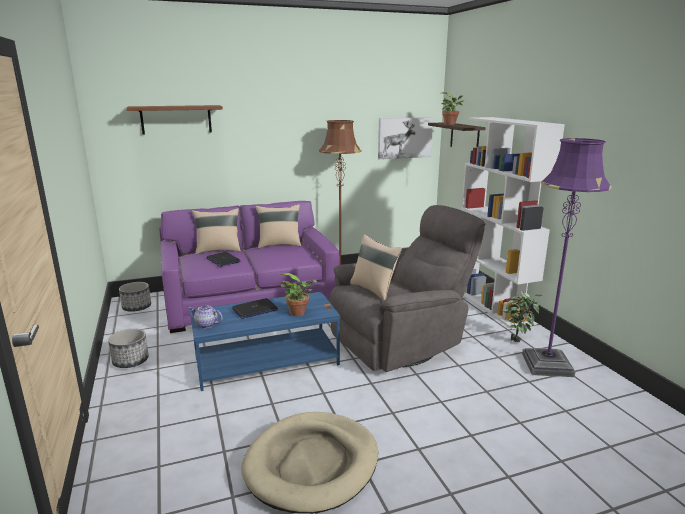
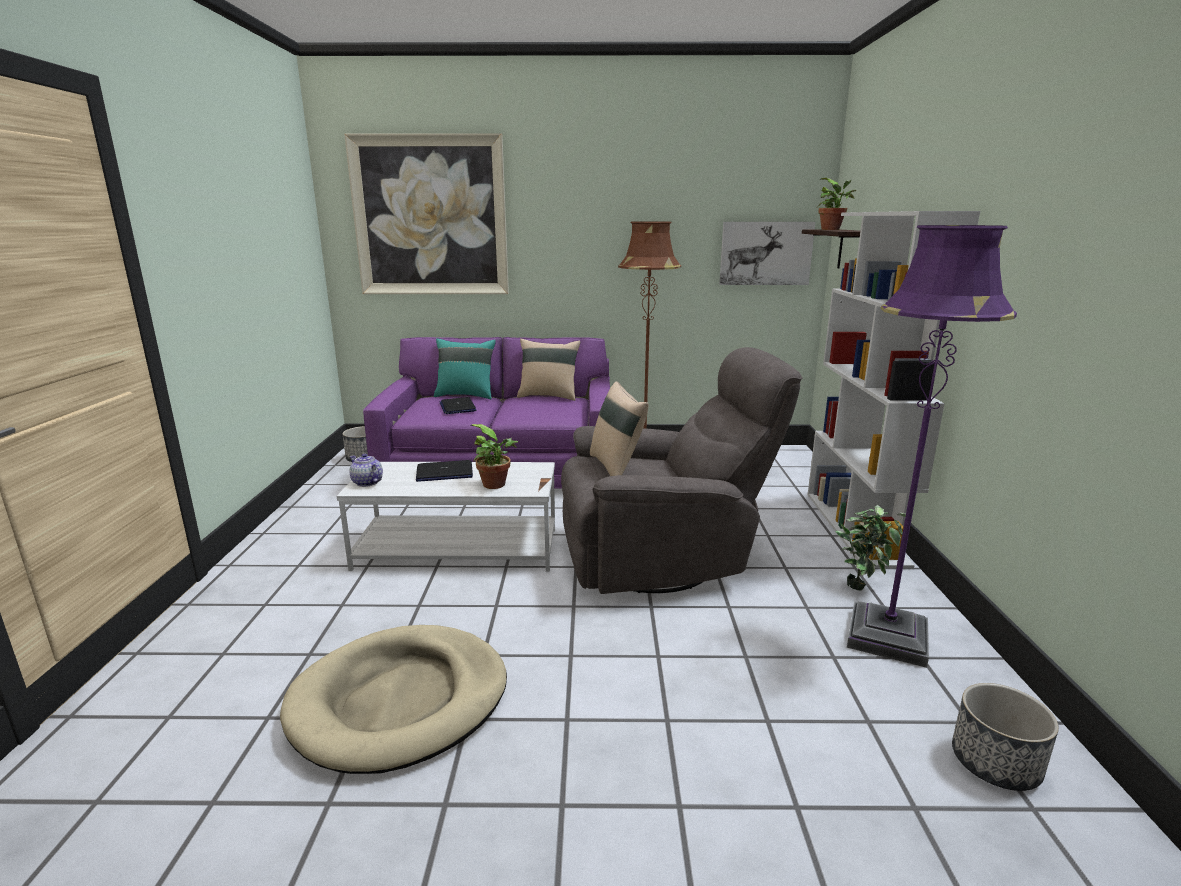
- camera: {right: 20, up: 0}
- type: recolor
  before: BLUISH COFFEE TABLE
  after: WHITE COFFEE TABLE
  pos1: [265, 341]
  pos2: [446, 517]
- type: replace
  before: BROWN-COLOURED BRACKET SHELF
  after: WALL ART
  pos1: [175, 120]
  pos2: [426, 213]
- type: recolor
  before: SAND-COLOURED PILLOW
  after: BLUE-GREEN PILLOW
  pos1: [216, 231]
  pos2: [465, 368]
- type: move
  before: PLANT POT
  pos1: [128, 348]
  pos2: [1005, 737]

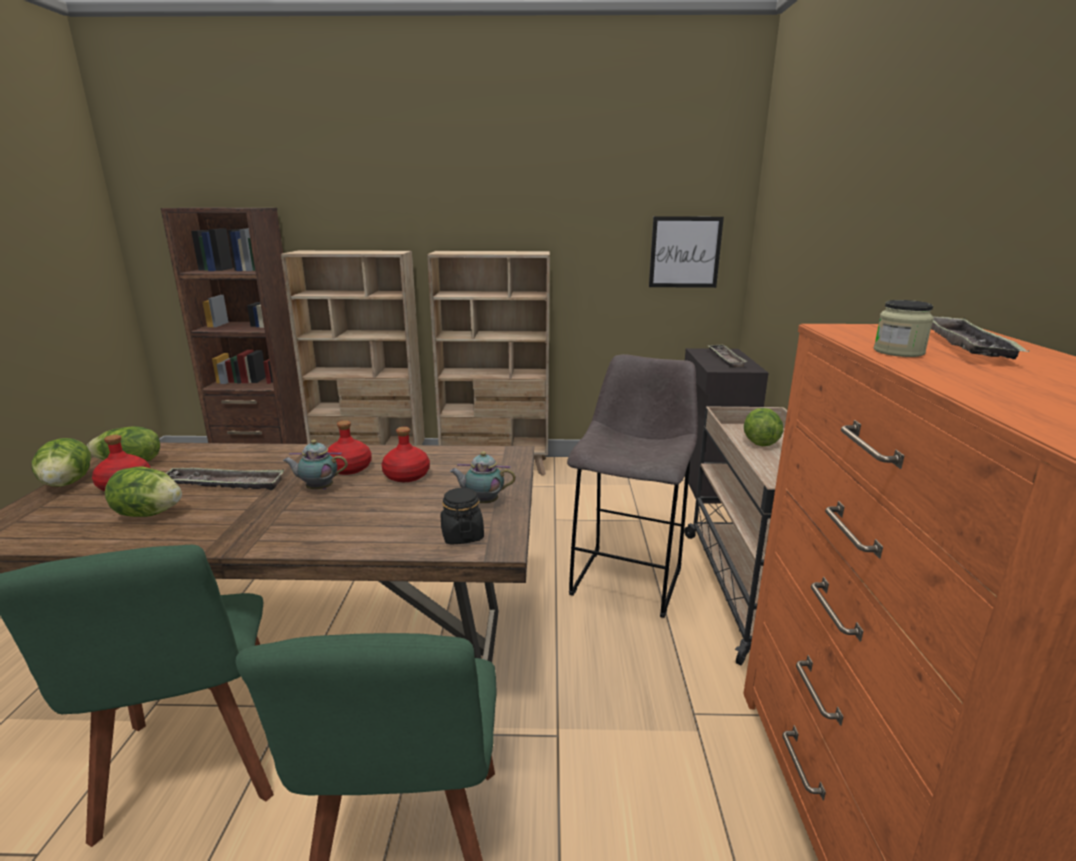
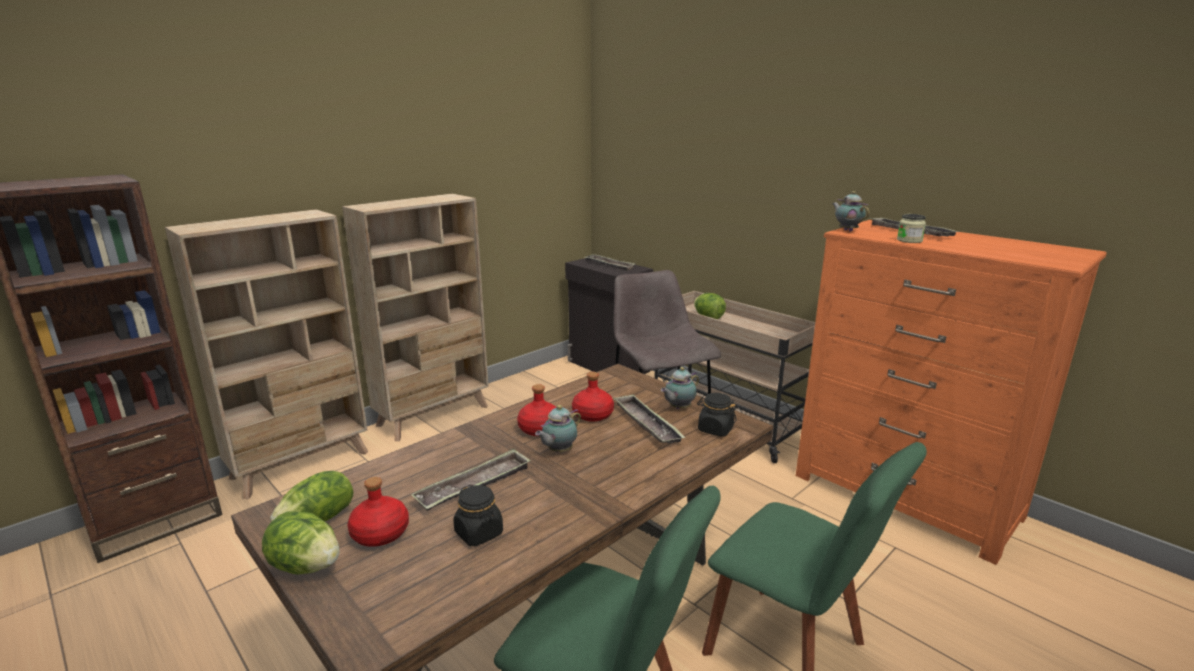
- camera: {right: -45, up: 0}
- type: replace
  before: LETTUCE HEAD
  after: BLACK-COLOURED STORAGE JAR
  pos1: [143, 492]
  pos2: [478, 515]
- type: insert
  after: TRAY
  pos2: [649, 419]
- type: insert
  after: TEA POT
  pos2: [851, 211]
- type: delete
  before: WALL ART
  pos1: [686, 252]

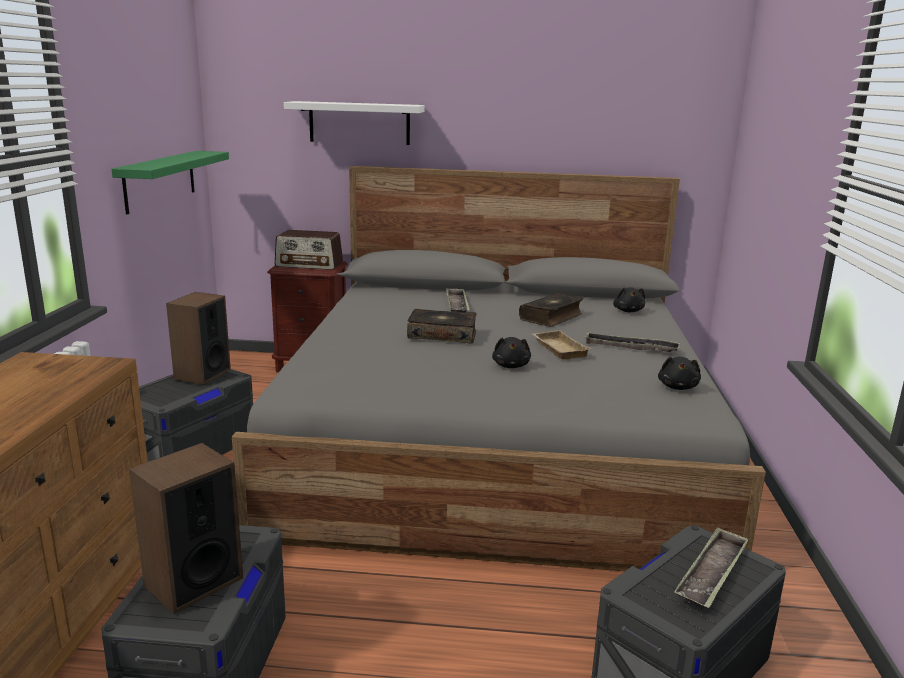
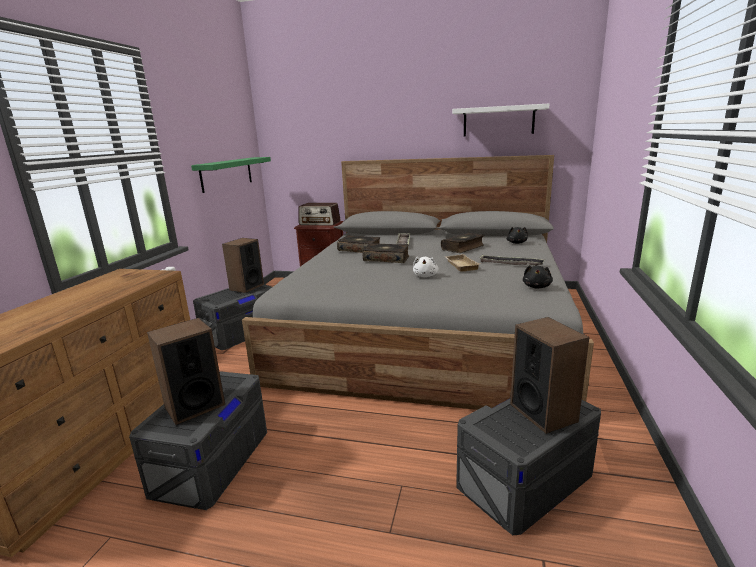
- camera: {right: 10, up: 0}
- type: insert
  after: BOOK
  pos2: [358, 244]
- type: recolor
  before: BLACK-COLOURED PLUSH TOY
  after: WHITE PLUSH TOY
  pos1: [511, 352]
  pos2: [425, 267]
- type: move
  before: WHITE BRACKET SHELF
  pos1: [354, 123]
  pos2: [500, 120]
- type: replace
  before: TRAY
  after: LOUDSPEAKER
  pos1: [711, 568]
  pos2: [549, 375]

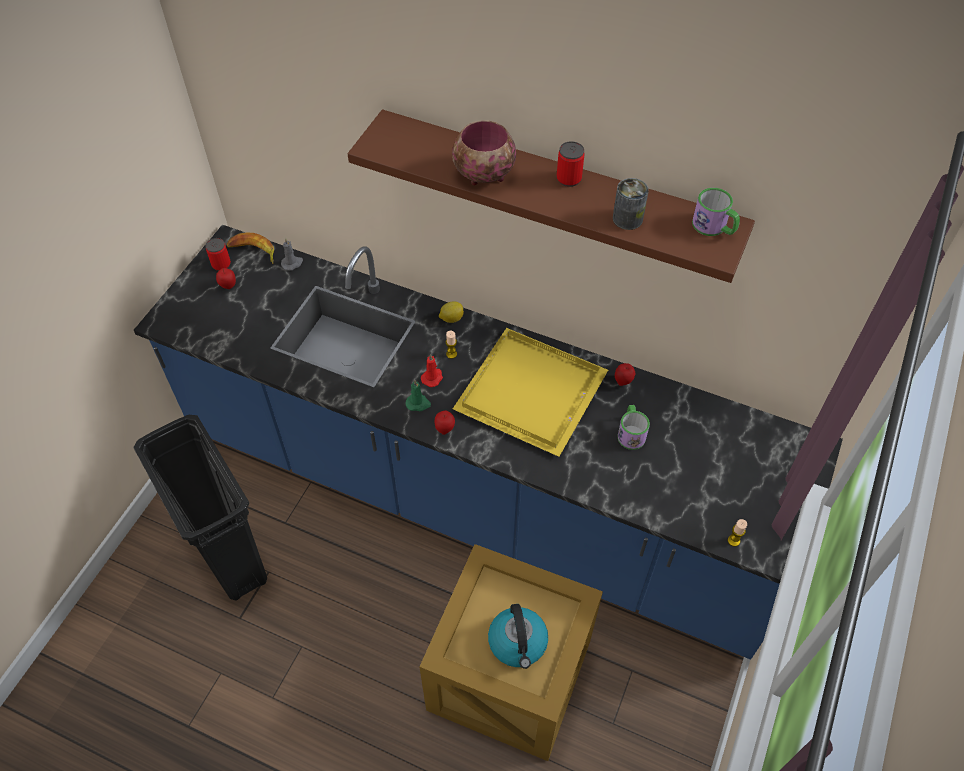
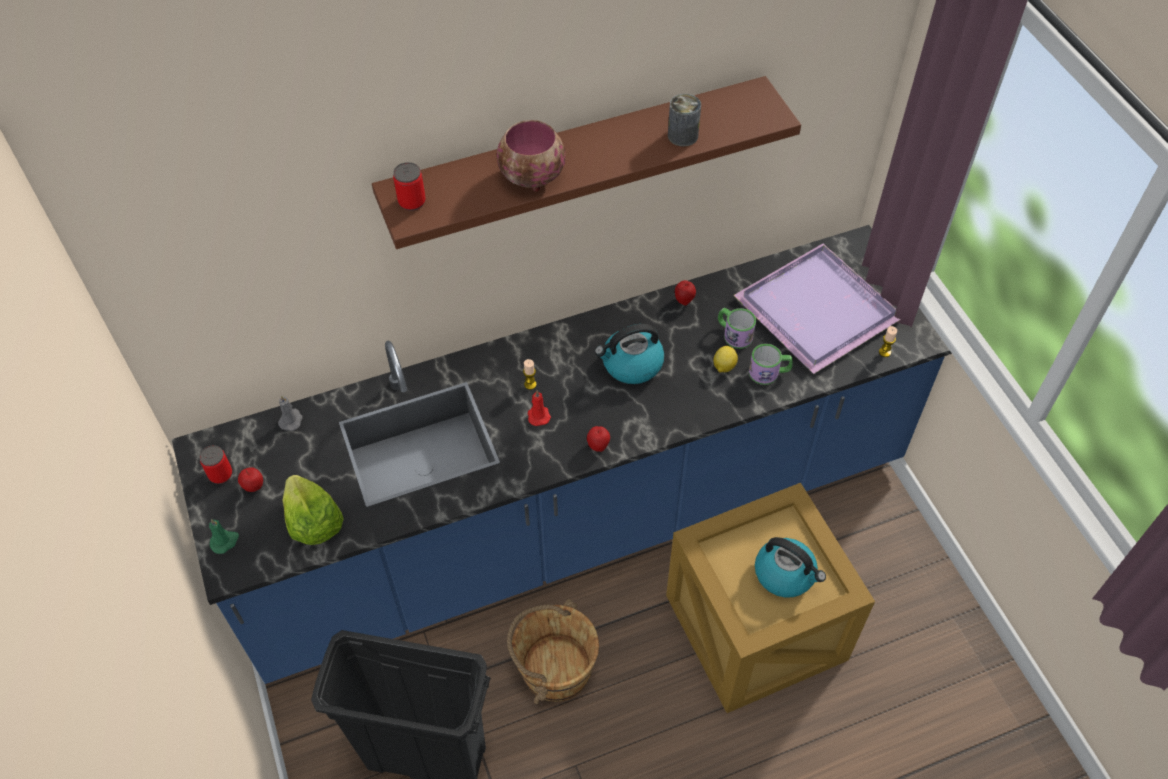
- camera: {right: -45, up: 0}
- type: move
  before: GREEN-COLOURED WAX CANDLE
  pos1: [418, 395]
  pos2: [224, 536]
- type: insert
  after: LETTUCE HEAD
  pos2: [313, 510]
- type: move
  before: METAL CAN
  pos1: [571, 164]
  pos2: [409, 186]
- type: insert
  after: BROWN-COLOURED PAIL
  pos2: [553, 651]
- type: replace
  before: YELLOW-COLOURED TRAY
  after: TEA KETTLE
  pos1: [530, 392]
  pos2: [629, 354]
- type: move
  before: CITRUS FRUIT
  pos1: [451, 312]
  pos2: [725, 359]
- type: insert
  after: PURPLE TRAY
  pos2: [817, 309]
- type: move
  before: MUG
  pos1: [716, 212]
  pos2: [771, 364]
- type: delete
  before: BANANA FRUIT
  pos1: [250, 248]

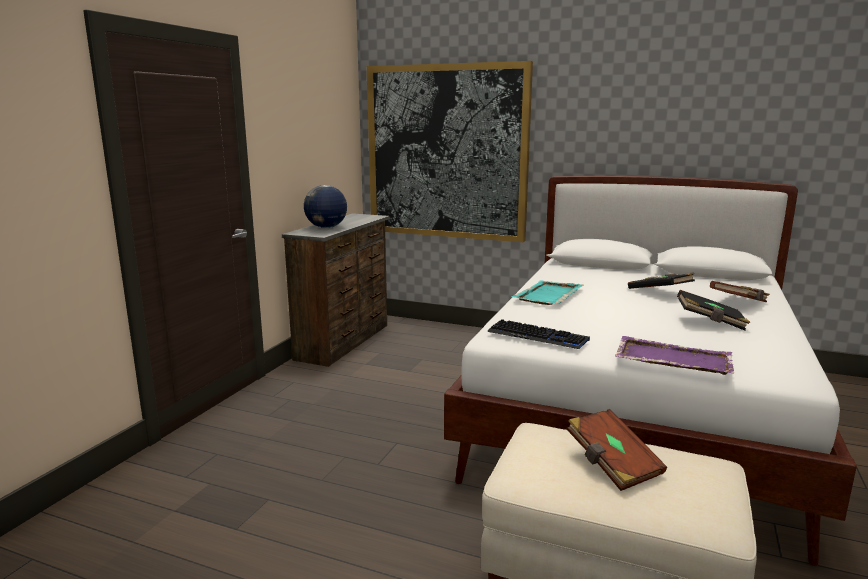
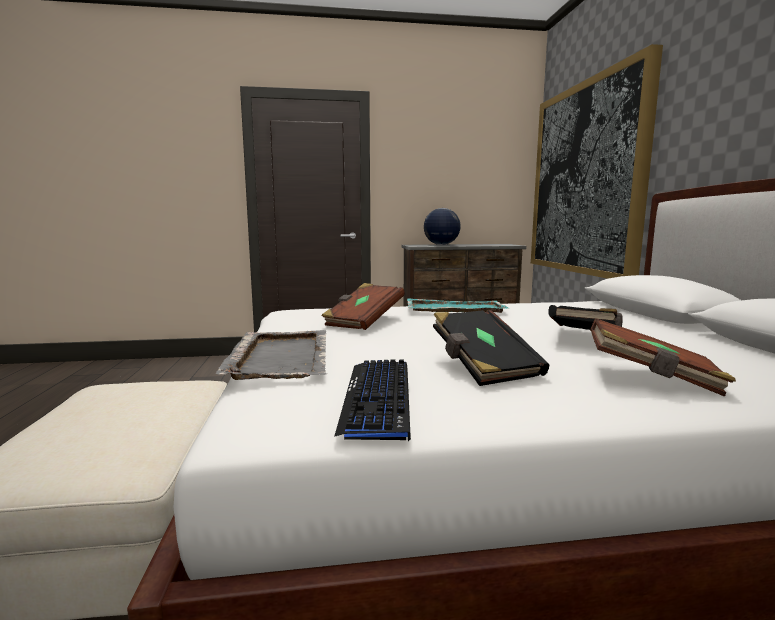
- camera: {right: 60, up: -5}
- type: recolor
  before: PURPLE TRAY
  after: GRAY TRAY
  pos1: [674, 355]
  pos2: [271, 355]
- type: move
  before: BROWN-COLOURED BOOK
  pos1: [617, 450]
  pos2: [363, 306]
- type: move
  before: PC KEYBOARD
  pos1: [538, 334]
  pos2: [372, 400]

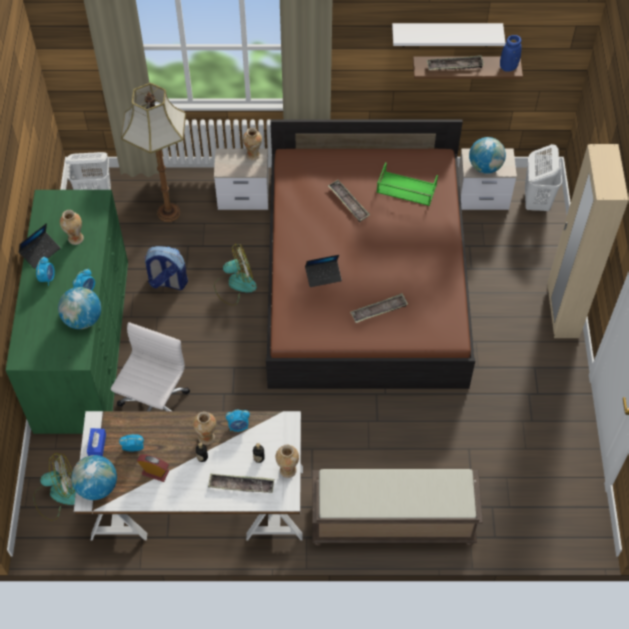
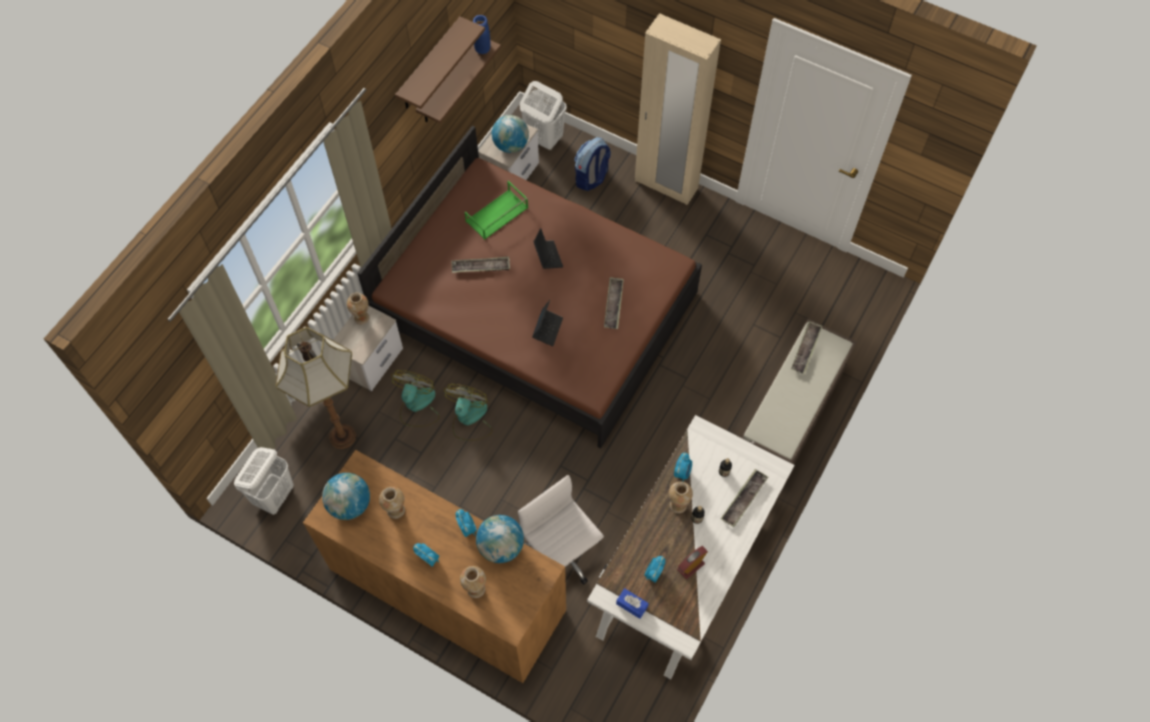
- camera: {right: -60, up: 5}
- type: recolor
  before: GREEN-COLOURED DRAWER CHEST
  after: BROWN-COLOURED DRAWER CHEST
  pos1: [67, 312]
  pos2: [434, 566]
- type: move
  before: GLOBE
  pos1: [94, 477]
  pos2: [346, 496]
- type: move
  before: FAN
  pos1: [54, 487]
  pos2: [415, 398]
- type: recolor
  before: WHITE BRACKET SHELF
  after: BROWN-COLOURED BRACKET SHELF
  pos1: [448, 35]
  pos2: [440, 62]
- type: move
  before: DECORATIVE VASE
  pos1: [287, 461]
  pos2: [473, 582]
- type: move
  before: LAPTOP
  pos1: [39, 246]
  pos2: [548, 248]
- type: move
  before: RUCKSACK
  pos1: [166, 268]
  pos2: [592, 164]
- type: move
  before: TRAY
  pos1: [455, 62]
  pos2: [806, 347]

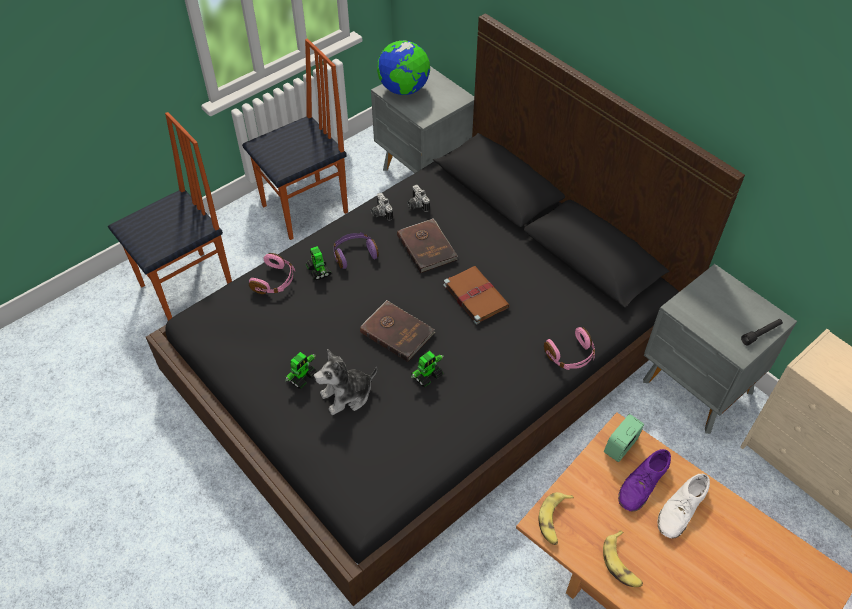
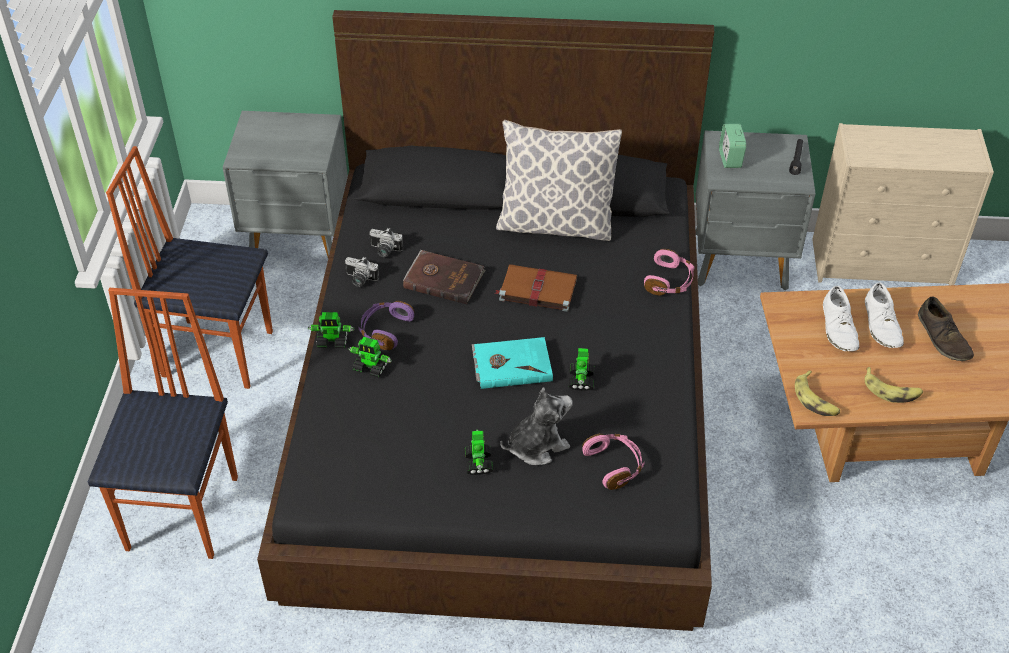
- camera: {right: -45, up: -5}
- type: rotate
  before: UPRIGHT CHAIR
  pos1: [295, 139]
  pos2: [189, 267]
  turn: -90
- type: insert
  after: MODEL ROBOT
  pos2: [331, 330]
- type: recolor
  before: BROWN-COLOURED BOOK
  after: BLUE-GREEN BOOK
  pos1: [397, 331]
  pos2: [512, 363]
- type: insert
  after: PILLOW
  pos2: [559, 180]
- type: rotate
  before: PLUSH TOY
  pos1: [345, 382]
  pos2: [536, 426]
  turn: -135
- type: move
  before: PINK PAIR OF HEADPHONES
  pos1: [272, 273]
  pos2: [613, 461]
- type: move
  before: BEDSIDE CLOCK
  pos1: [624, 438]
  pos2: [732, 146]
- type: recolor
  before: PURPLE SHOE
  after: WHITE SHOE
  pos1: [644, 480]
  pos2: [841, 318]
- type: insert
  after: BROWN-COLOURED SHOE
  pos2: [946, 328]
- type: delete
  before: GLOBE
  pos1: [403, 68]

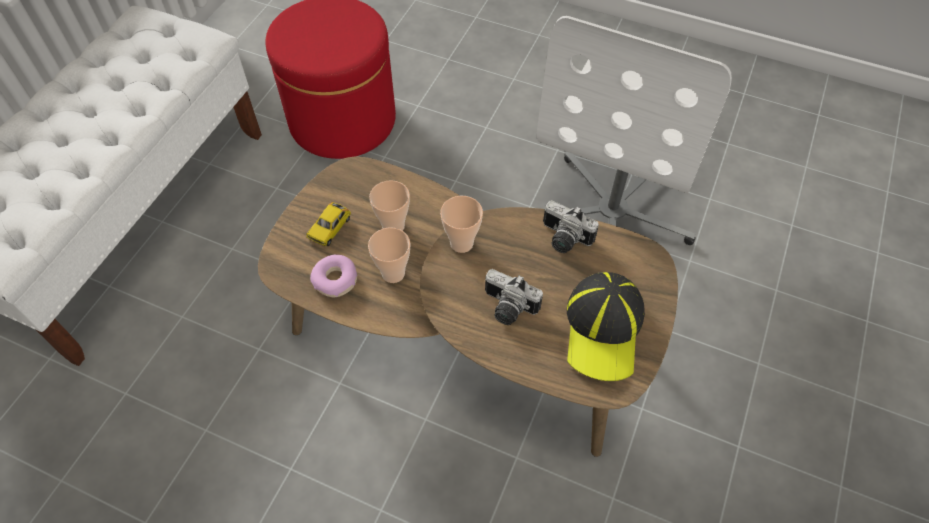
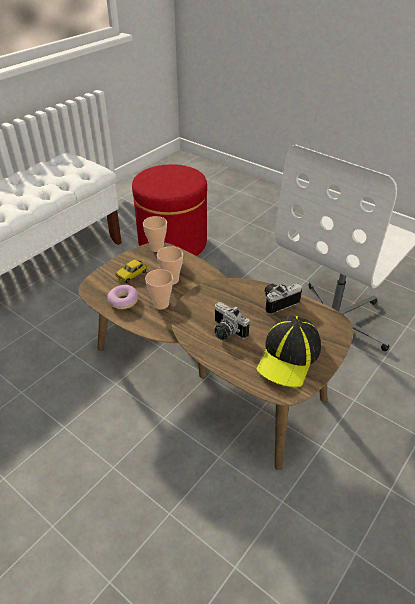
- camera: {right: 15, up: -15}
- type: move
  before: DRINKING CUP
  pos1: [461, 224]
  pos2: [155, 234]
- type: rotate
  before: PHOTO CAMERA
  pos1: [571, 226]
  pos2: [283, 298]
  turn: 105

